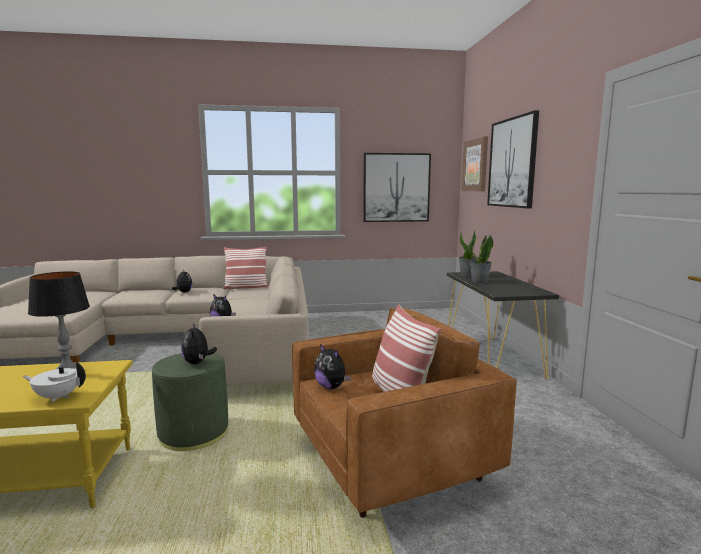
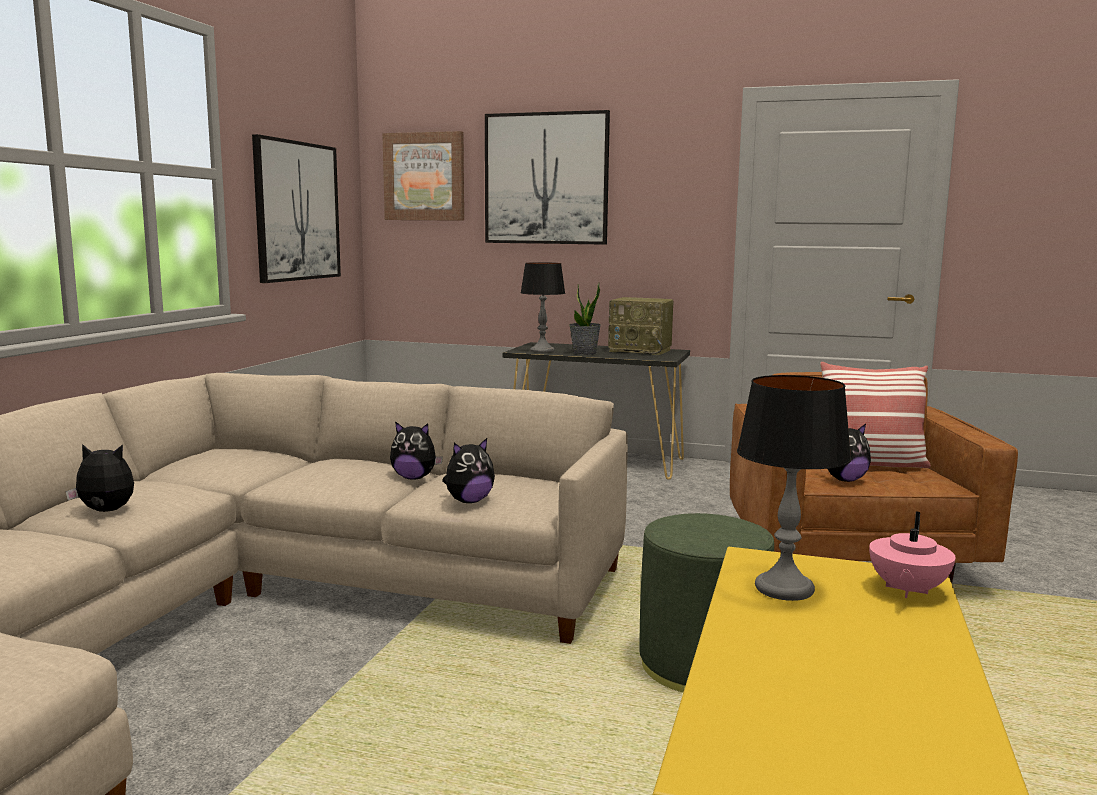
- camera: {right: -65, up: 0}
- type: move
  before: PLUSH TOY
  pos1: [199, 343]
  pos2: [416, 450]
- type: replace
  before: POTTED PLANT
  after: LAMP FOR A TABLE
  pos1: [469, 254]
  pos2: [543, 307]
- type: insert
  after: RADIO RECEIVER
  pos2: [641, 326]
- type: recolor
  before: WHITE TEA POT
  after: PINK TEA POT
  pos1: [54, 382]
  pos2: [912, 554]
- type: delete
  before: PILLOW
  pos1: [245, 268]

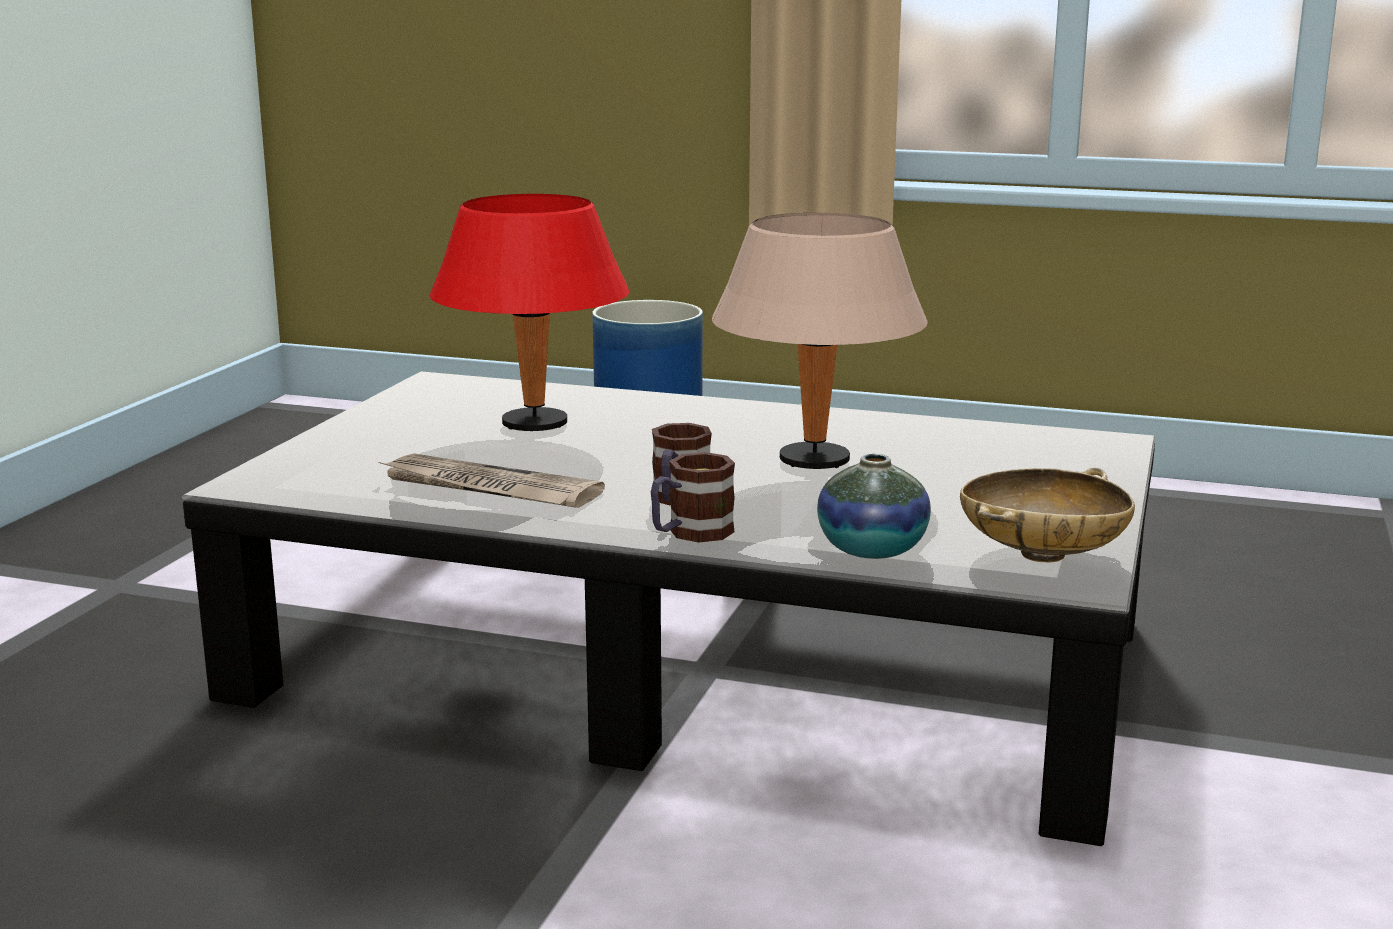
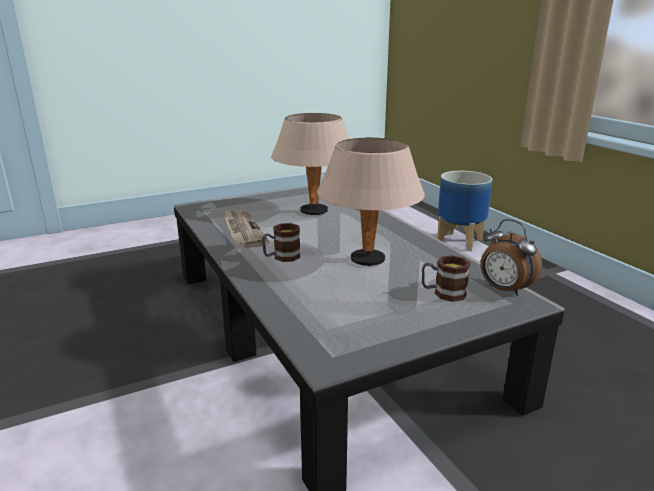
- camera: {right: 45, up: 5}
- type: recolor
  before: RED LAMP FOR A TABLE
  after: SAND-COLOURED LAMP FOR A TABLE
  pos1: [529, 312]
  pos2: [310, 164]
- type: move
  before: MUG
  pos1: [693, 497]
  pos2: [446, 278]
- type: insert
  after: BEDSIDE CLOCK
  pos2: [511, 257]
- type: delete
  before: DECORATIVE VASE
  pos1: [874, 506]
- type: delete
  before: SAND-COLOURED BOWL
  pos1: [1047, 515]

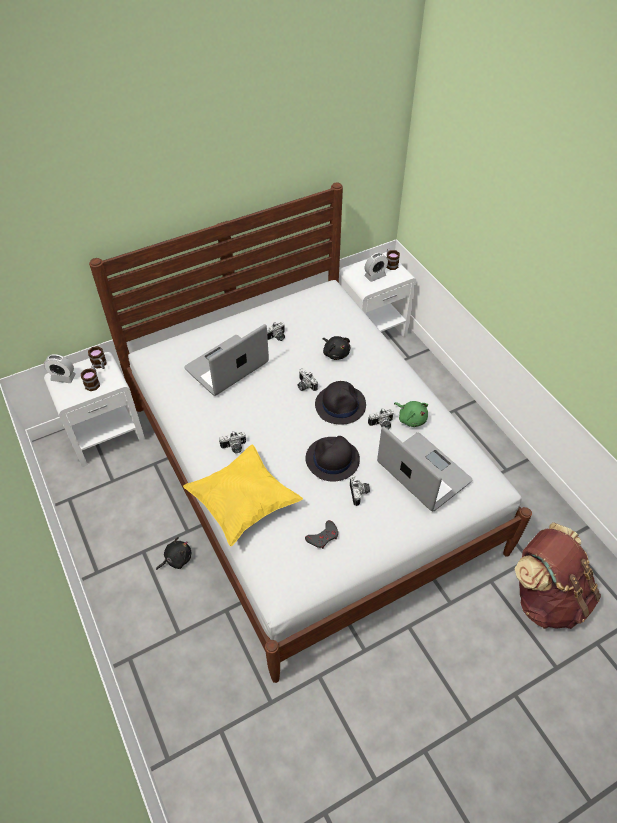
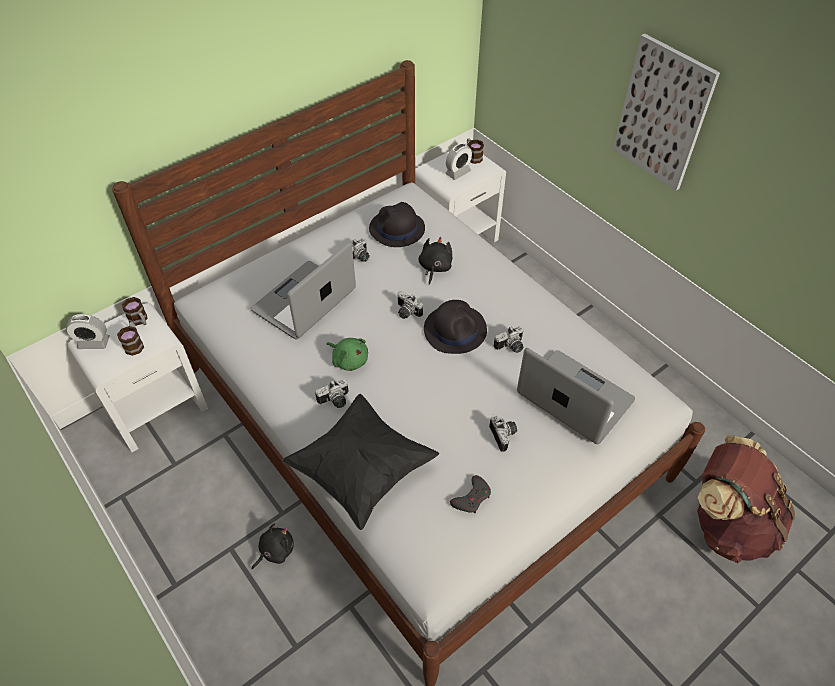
- camera: {right: -10, up: 0}
- type: recolor
  before: YELLOW-COLOURED PILLOW
  after: BLACK-COLOURED PILLOW
  pos1: [243, 495]
  pos2: [360, 462]
- type: move
  before: GREEN-COLOURED PLUSH TOY
  pos1: [411, 414]
  pos2: [347, 354]
- type: move
  before: BLACK-COLOURED HAT
  pos1: [332, 459]
  pos2: [397, 224]
- type: rotate
  before: BLACK-COLOURED PLUSH TOY
  pos1: [337, 348]
  pos2: [435, 261]
  turn: -120
- type: insert
  after: WALL ART
  pos2: [666, 112]

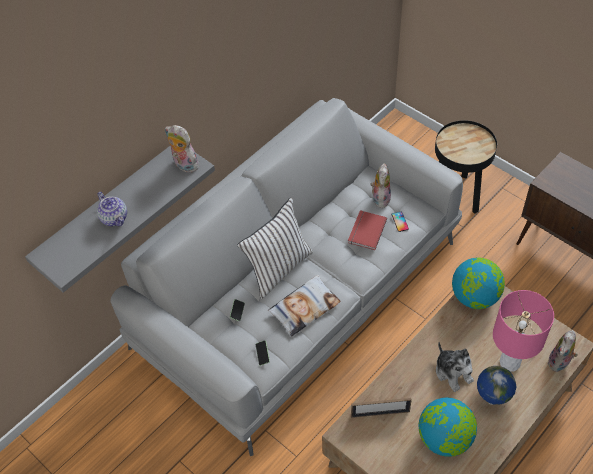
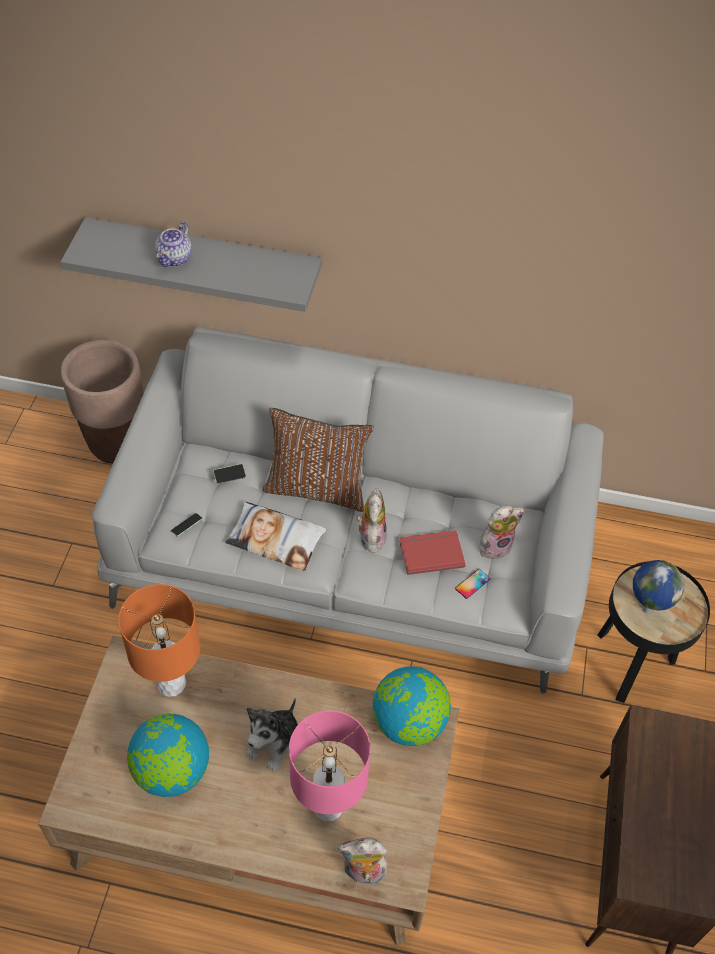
- camera: {right: 55, up: 0}
- type: insert
  after: BROWN-COLOURED PLANT POT
  pos2: [102, 402]
- type: replace
  before: STANDING FRAME
  after: ORANGE LAMP FOR A TABLE
  pos1: [381, 408]
  pos2: [159, 640]
- type: recolor
  before: WHITE PILLOW
  after: BROWN-COLOURED PILLOW
  pos1: [275, 248]
  pos2: [318, 460]
- type: move
  before: PLUSH TOY
  pos1: [182, 149]
  pos2: [372, 520]
- type: move
  before: GLOBE
  pos1: [496, 385]
  pos2: [658, 586]

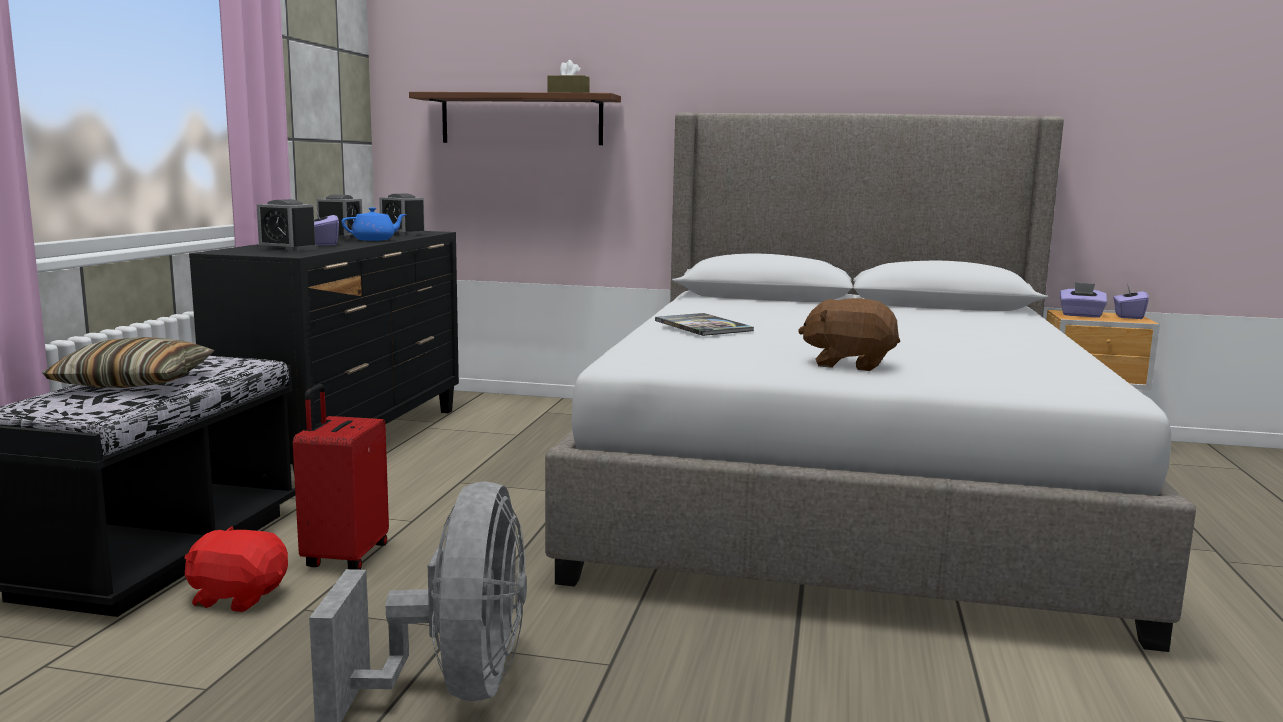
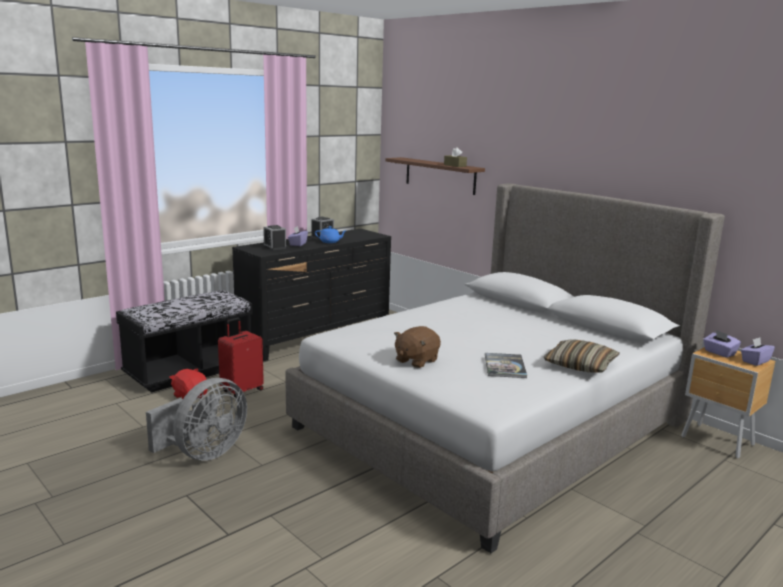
- camera: {right: 35, up: 5}
- type: rotate
  before: BROWN-COLOURED PLUSH TOY
  pos1: [849, 334]
  pos2: [417, 347]
  turn: -105
- type: move
  before: BOOK
  pos1: [704, 324]
  pos2: [506, 365]
- type: move
  before: PILLOW
  pos1: [128, 362]
  pos2: [582, 356]
- type: delete
  before: BEDSIDE CLOCK
  pos1: [402, 215]

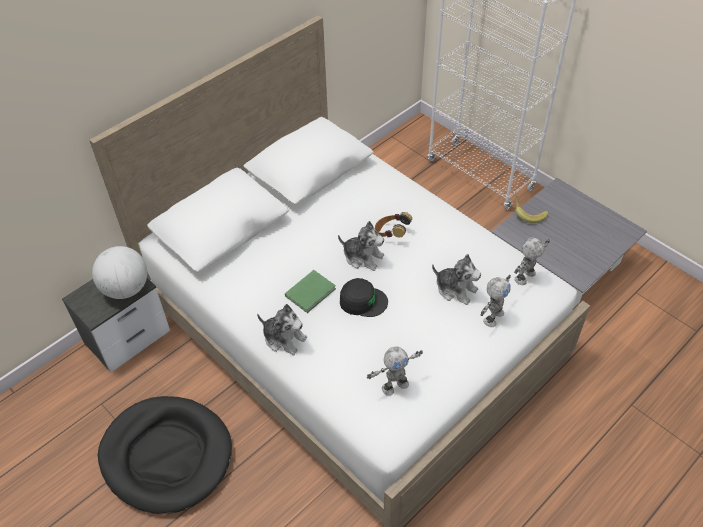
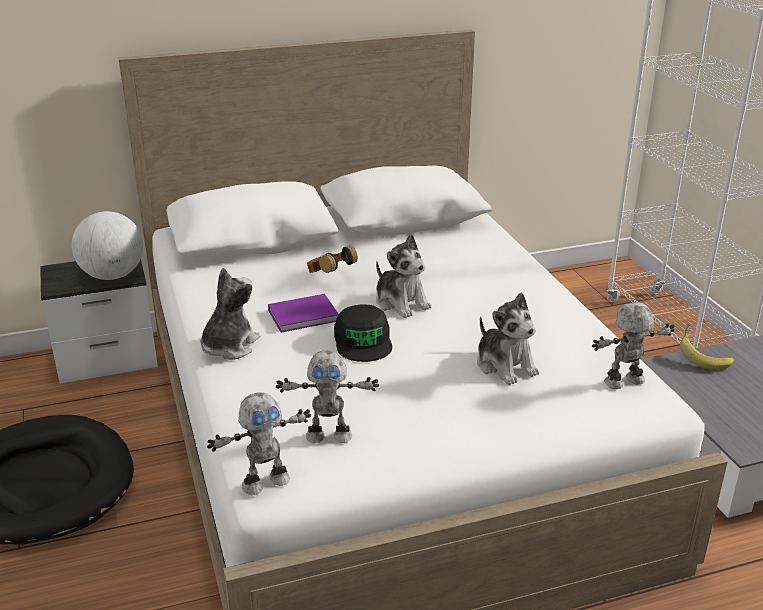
- camera: {right: 25, up: -20}
- type: rotate
  before: PLUSH TOY
  pos1: [282, 330]
  pos2: [230, 314]
  turn: -120
- type: move
  before: MODEL ROBOT
  pos1: [495, 301]
  pos2: [259, 443]
- type: recolor
  before: GREEN-COLOURED BOOK
  after: PURPLE BOOK
  pos1: [310, 291]
  pos2: [303, 313]
- type: move
  before: PAIR OF HEADPHONES
  pos1: [393, 224]
  pos2: [332, 259]
- type: rotate
  before: BLACK-COLOURED BASEBALL CAP
  pos1: [364, 297]
  pos2: [363, 333]
  turn: 45

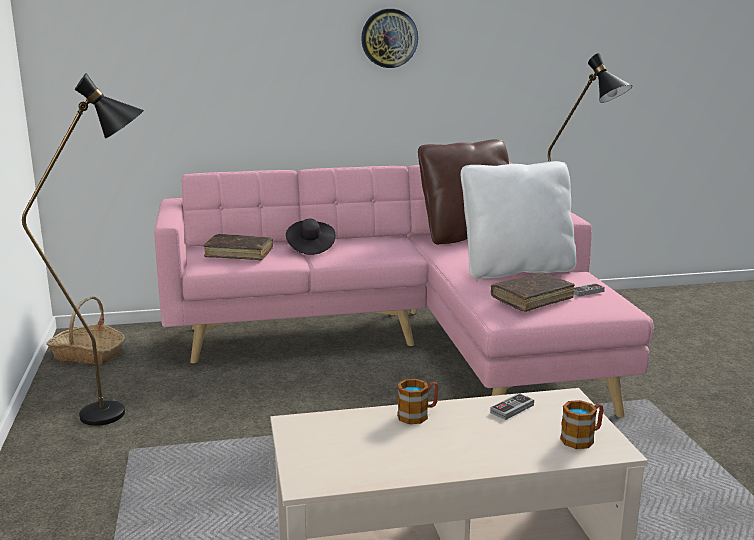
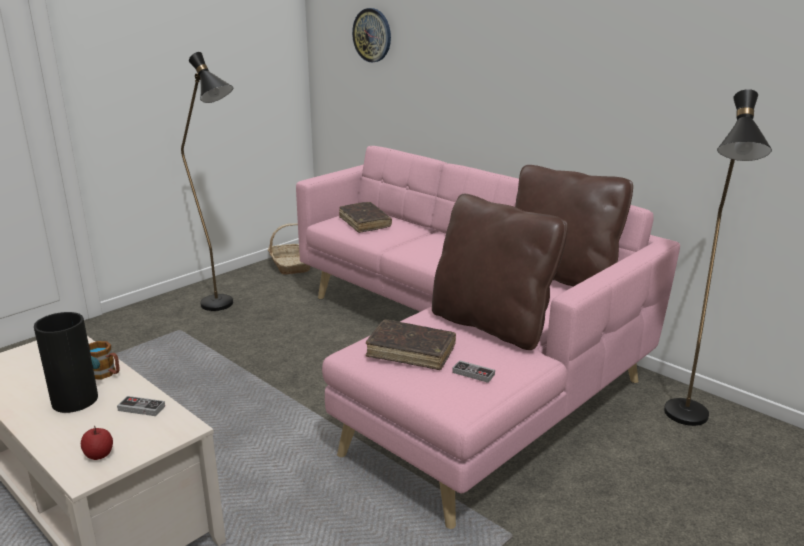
- camera: {right: 55, up: 5}
- type: insert
  after: DECORATIVE VASE
  pos2: [67, 362]
- type: replace
  before: MUG
  after: WHOLE APPLE
  pos1: [582, 424]
  pos2: [97, 443]
- type: move
  before: CLOCK ON THE WALL
  pos1: [389, 38]
  pos2: [371, 35]
- type: recolor
  before: WHITE PILLOW
  after: BROWN-COLOURED PILLOW
  pos1: [518, 220]
  pos2: [500, 272]
- type: delete
  before: BLACK-COLOURED HAT
  pos1: [311, 237]

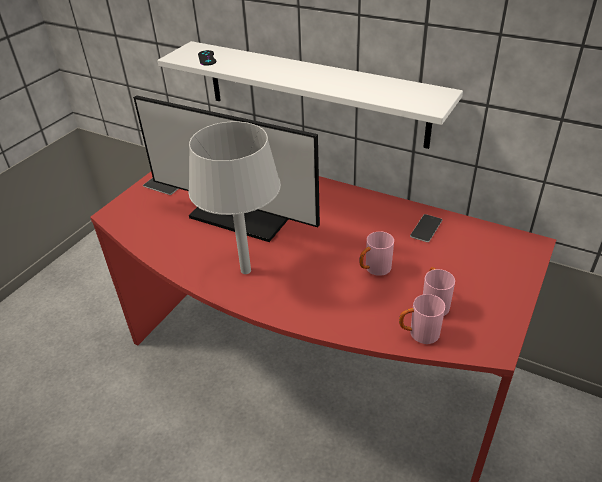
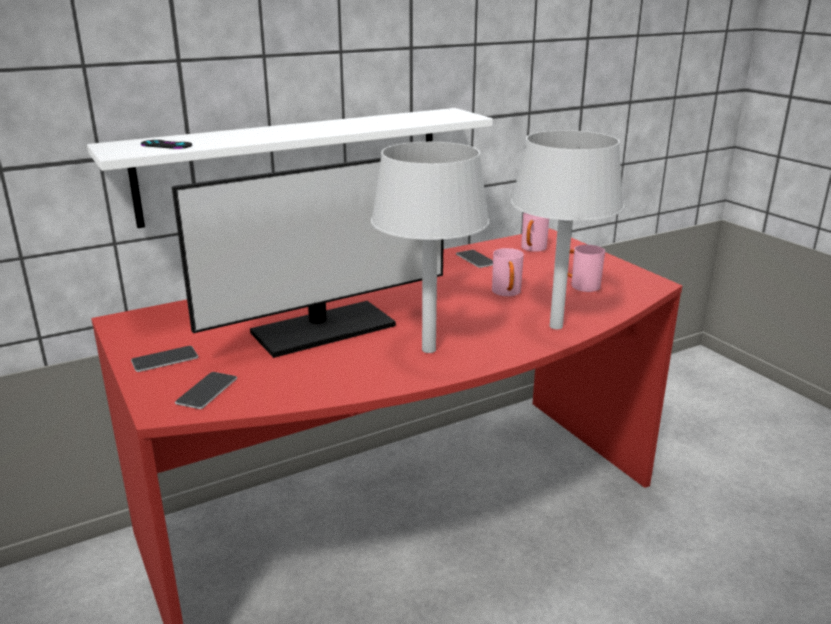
- camera: {right: -60, up: -15}
- type: insert
  after: HANDSET
  pos2: [206, 390]
- type: insert
  after: GRAY LAMP FOR A TABLE
  pos2: [567, 229]
- type: move
  before: PINK MUG
  pos1: [422, 319]
  pos2: [535, 232]

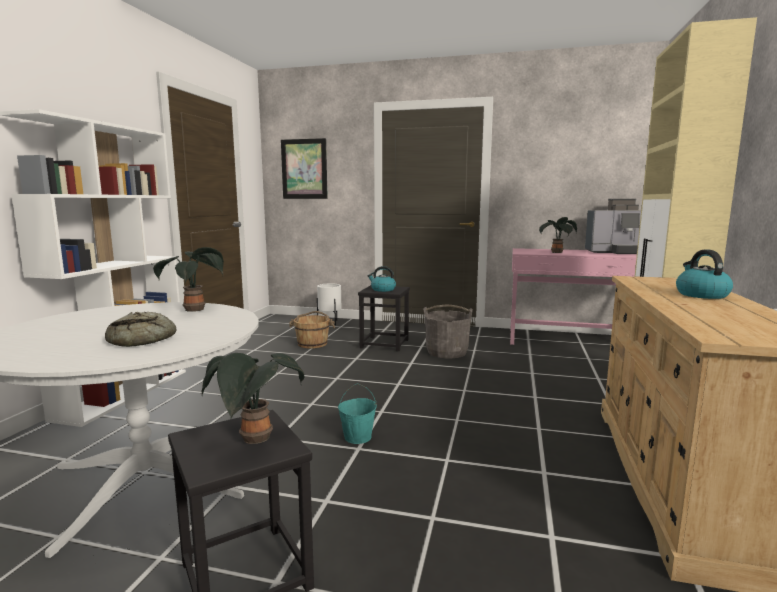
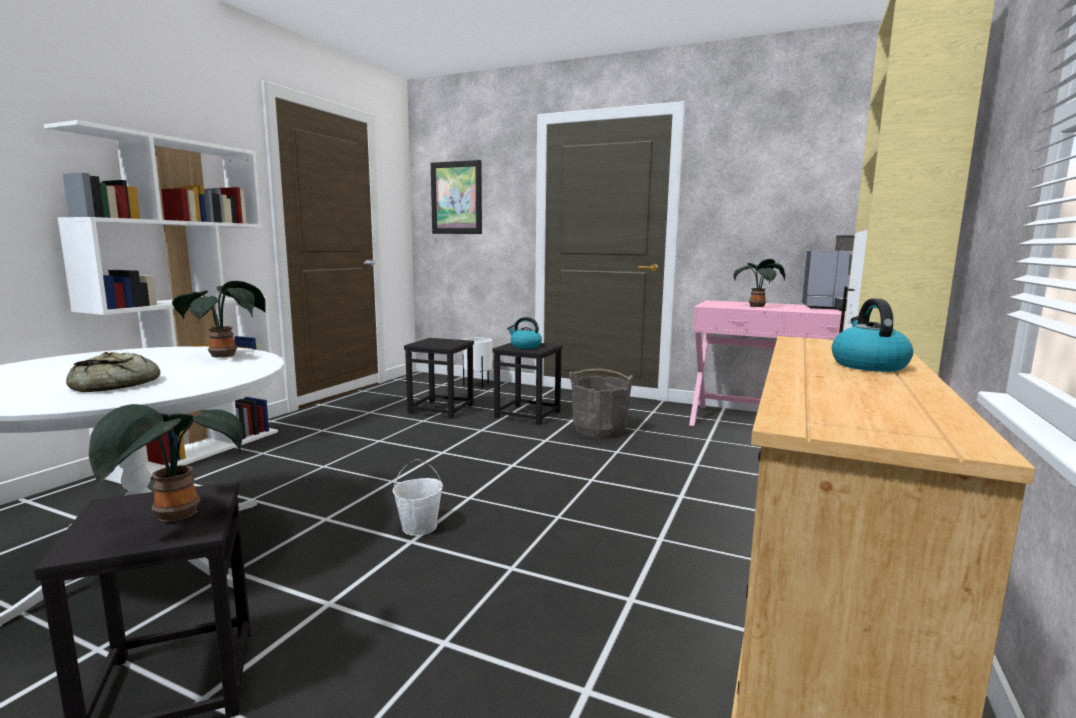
- camera: {right: 10, up: 0}
- type: recolor
  before: BLUE-GREEN PAIL
  after: WHITE PAIL
  pos1: [357, 413]
  pos2: [418, 497]
- type: replace
  before: BROWN-COLOURED PAIL
  after: BLACK-COLOURED STOOL
  pos1: [312, 330]
  pos2: [439, 378]

